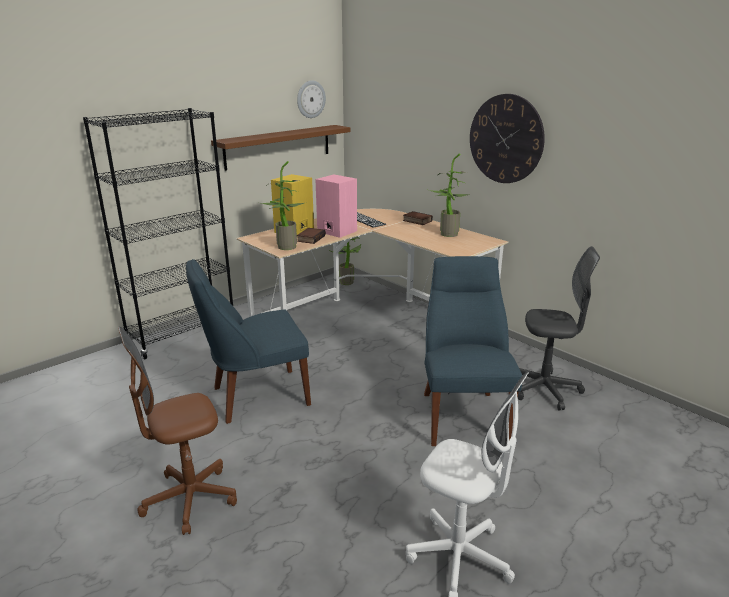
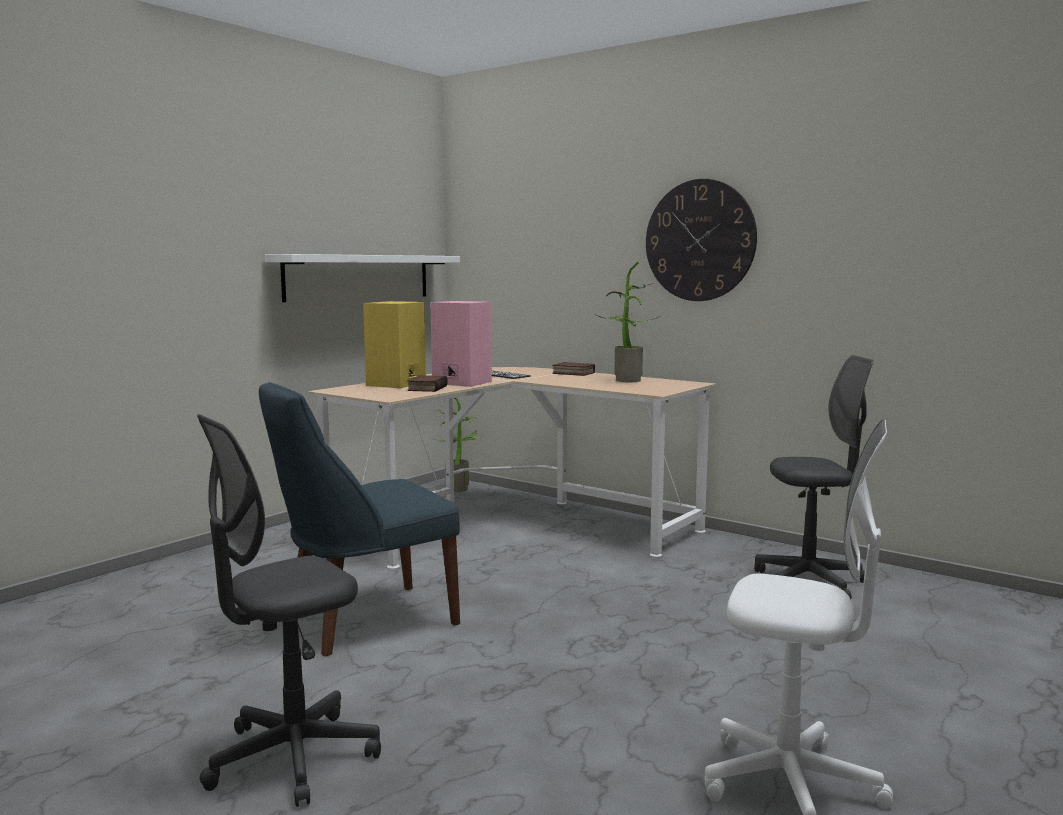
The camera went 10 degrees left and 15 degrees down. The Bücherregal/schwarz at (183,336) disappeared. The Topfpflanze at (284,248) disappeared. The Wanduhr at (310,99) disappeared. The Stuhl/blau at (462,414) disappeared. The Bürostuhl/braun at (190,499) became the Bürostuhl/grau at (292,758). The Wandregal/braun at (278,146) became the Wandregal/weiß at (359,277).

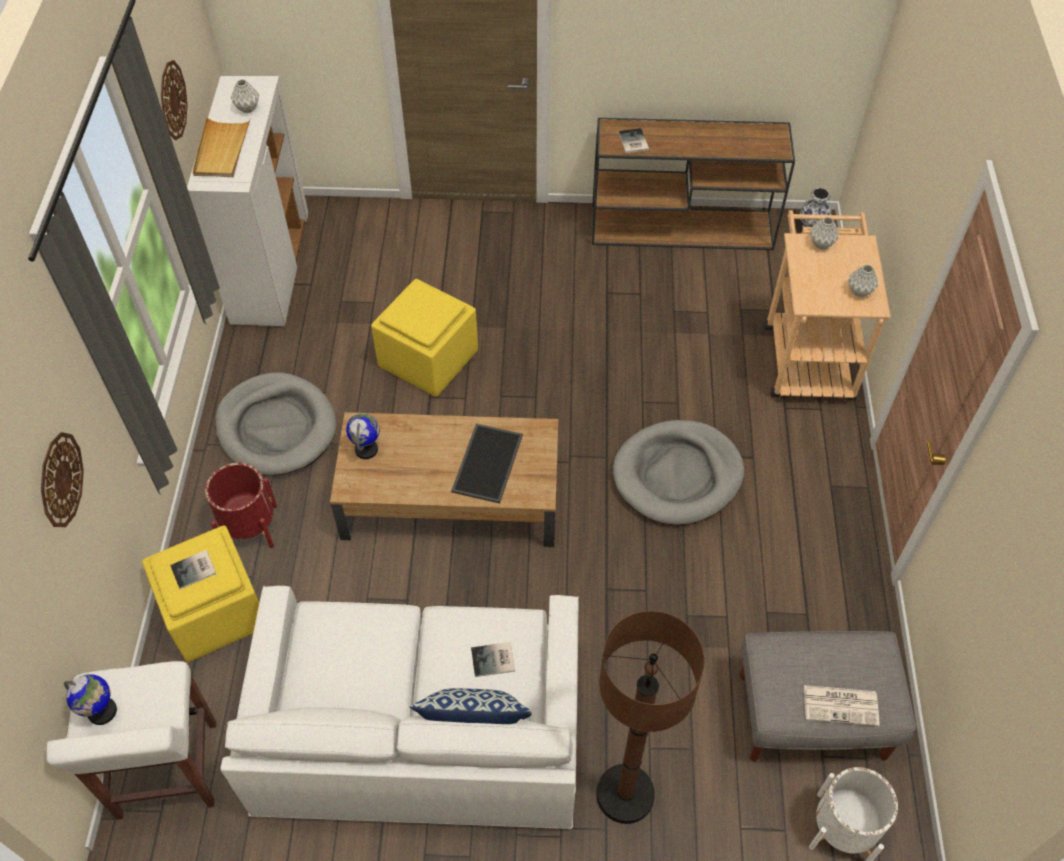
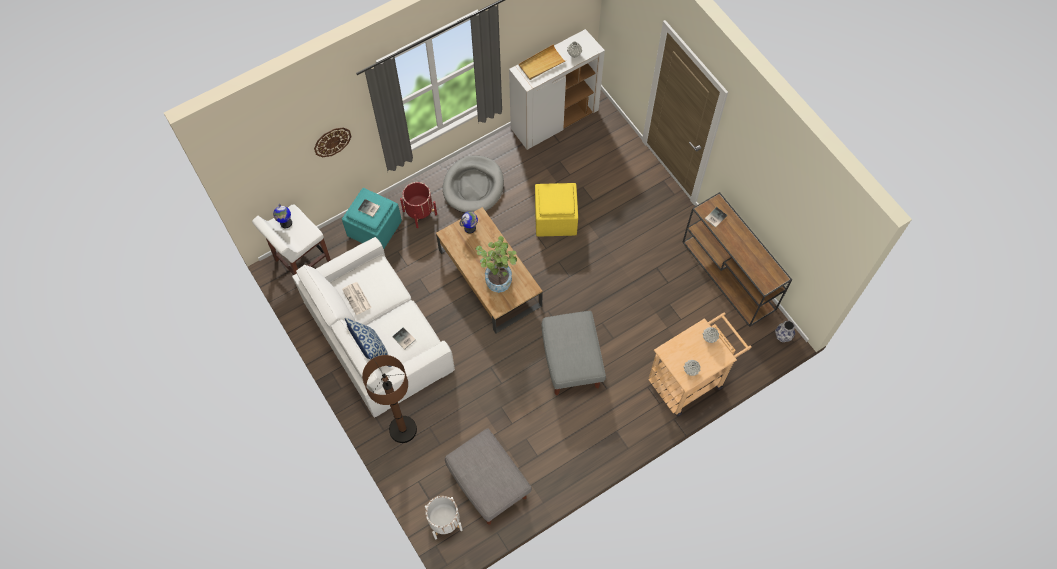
The camera went 55 degrees right and 10 degrees up. The Wanduhr at (172,100) disappeared. The Zeitung moved from (841,705) to (357,298). The Tablett at (486,462) was replaced by the Topfpflanze at (498,277). The Hundebett/grau at (677,475) was replaced by the Polsterhocker/grau at (571,361). The Polsterhocker/gelb at (215,610) became the Polsterhocker/türkis at (375,229).

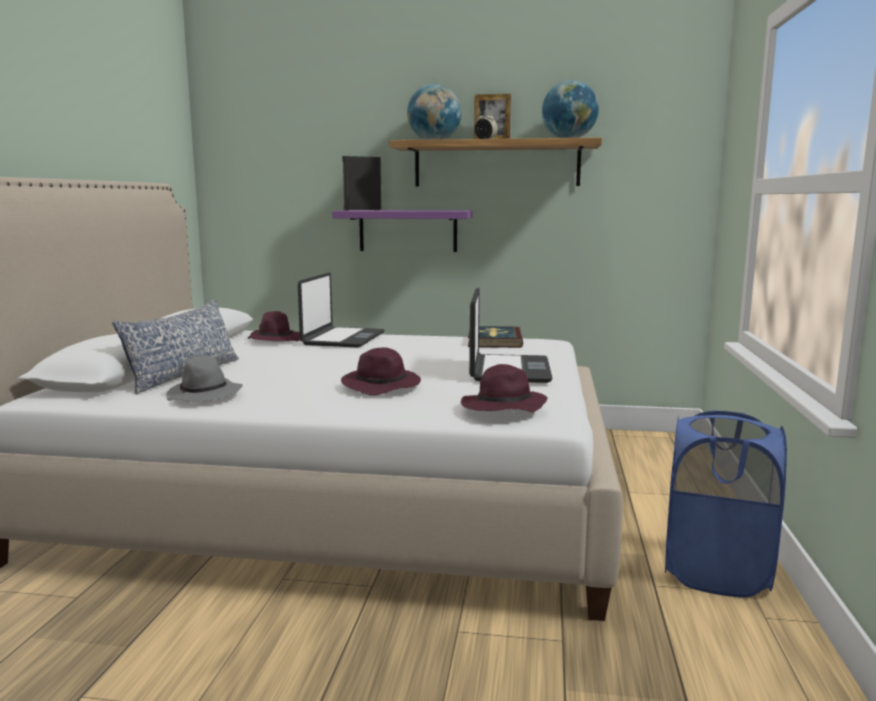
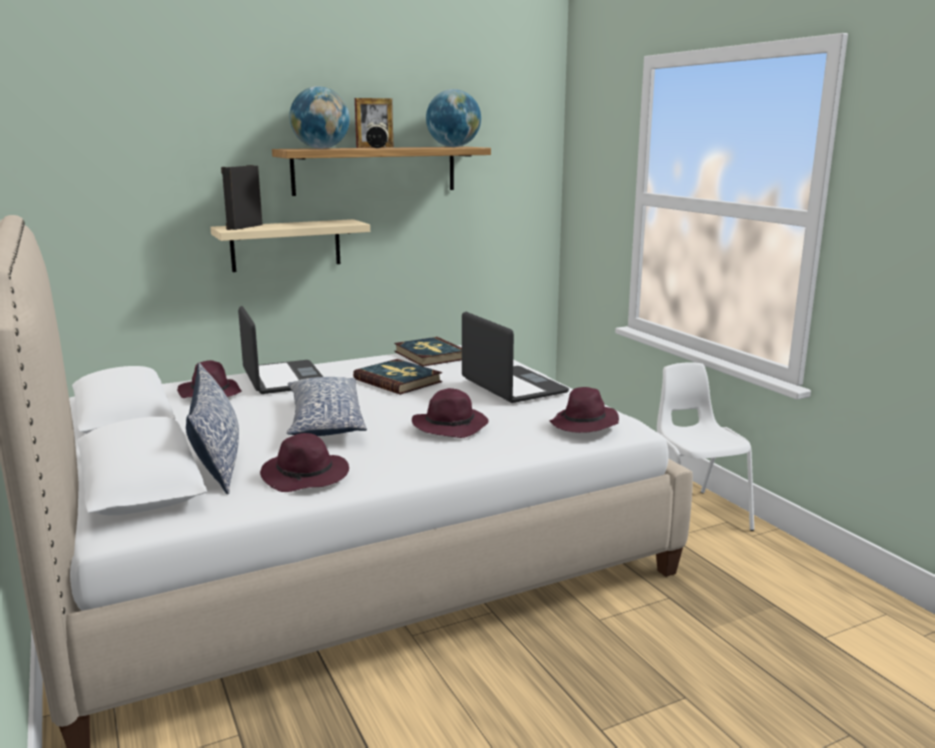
The camera went 35 degrees left and 5 degrees up. The Kissen at (325,421) appeared. The Buch at (398,380) appeared. The Wäschekorb/blau at (716,572) was replaced by the Stuhl/weiß at (693,514). The Hut/grau at (205,395) became the Hut/lila at (306,476). The Wandregal/lila at (408,230) became the Wandregal/beige at (286,245).

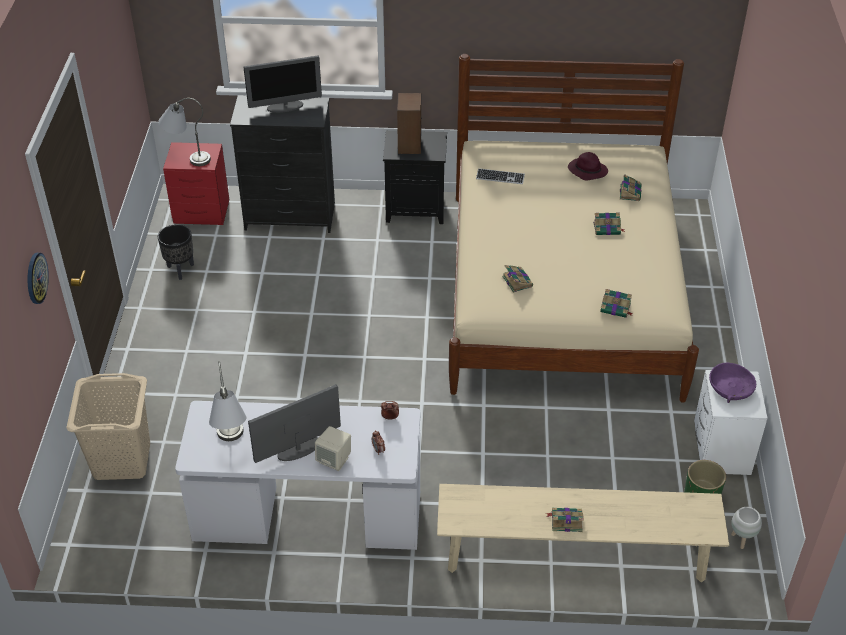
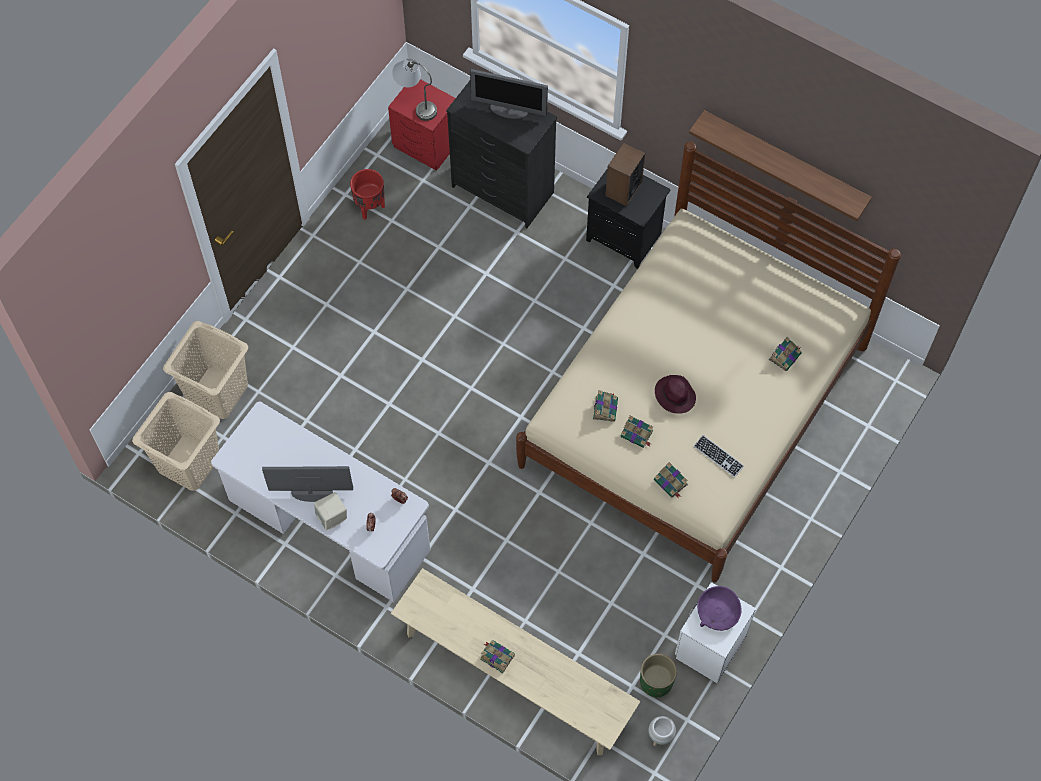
The camera went 30 degrees right and 20 degrees up. The Wanduhr at (36,278) disappeared. The Tischlampe/grau at (231,445) disappeared. The Wäschekorb/beige at (188,463) appeared. The Wandregal at (784,162) appeared. The Tastatur moved from (500,177) to (718,456). The Hut/lila moved from (587,171) to (674,395). The Buch moved from (607,228) to (637,434). The Pflanzkübel/schwarz at (180,270) became the Pflanzkübel/rot at (370,207).

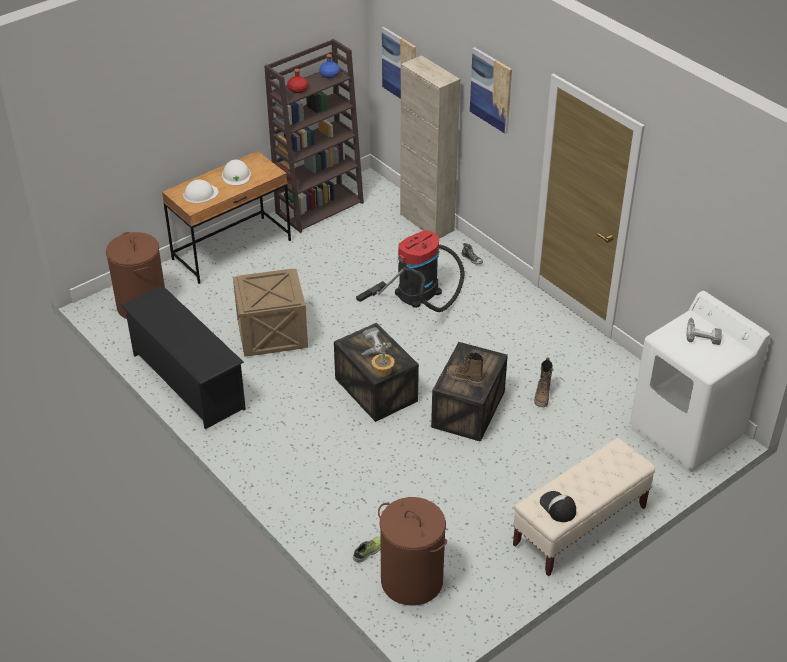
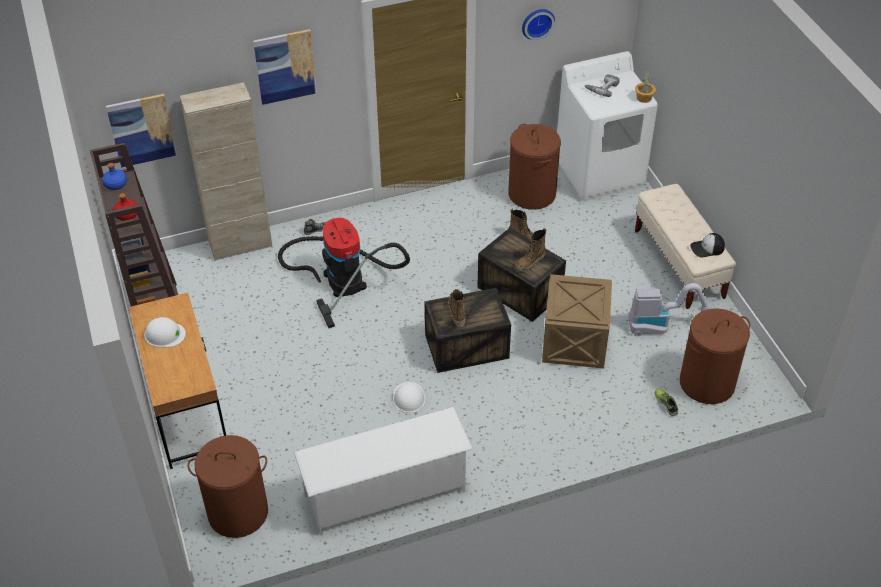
The camera went 70 degrees left and 5 degrees up. The Wäschekorb/braun at (531,194) appeared. The Wanduhr at (537,22) appeared. The Staubsauger at (662,326) appeared. The Schutzhelm/weiß moved from (200,194) to (409,397). The Kiste moved from (273,334) to (574,340). The Topfpflanze moved from (382,370) to (643,98). The Bohrmaschine at (371,345) was replaced by the Stiefel at (456,313). The Schuhregal/schwarz at (187,381) became the Schuhregal/weiß at (386,493).

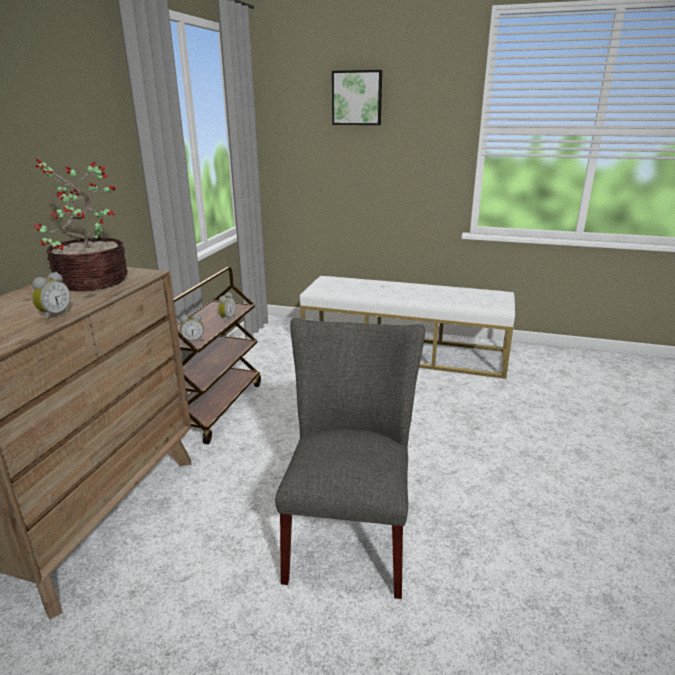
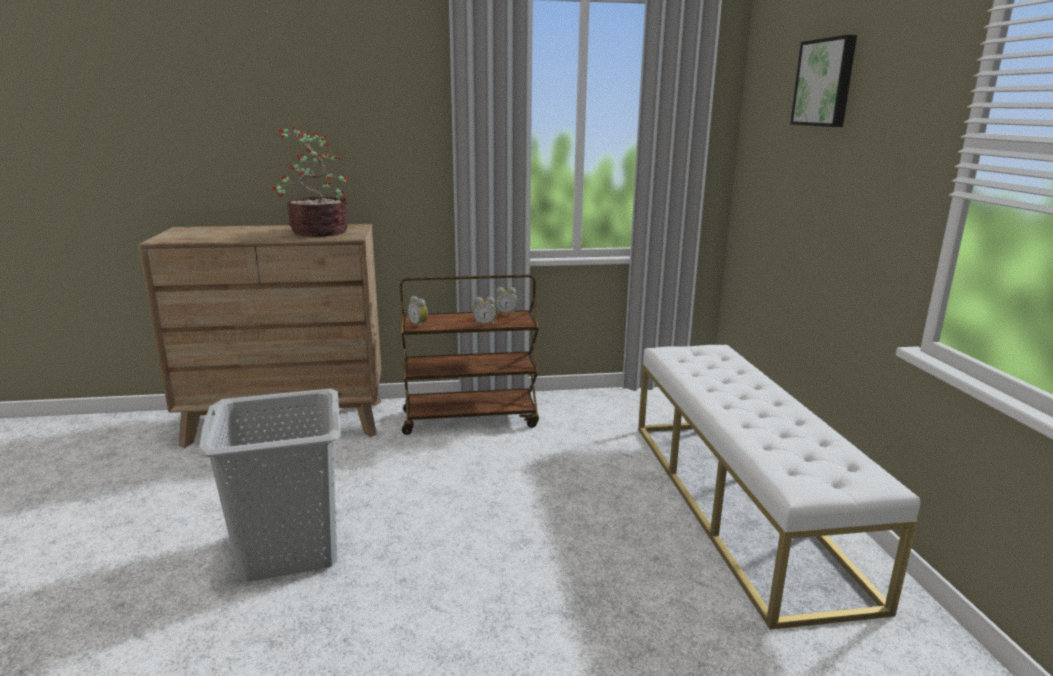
The camera went 65 degrees right and 5 degrees down. The Wecker moved from (54,315) to (506,314). The Stuhl/grau at (349,533) was replaced by the Wäschekorb/grau at (291,549).

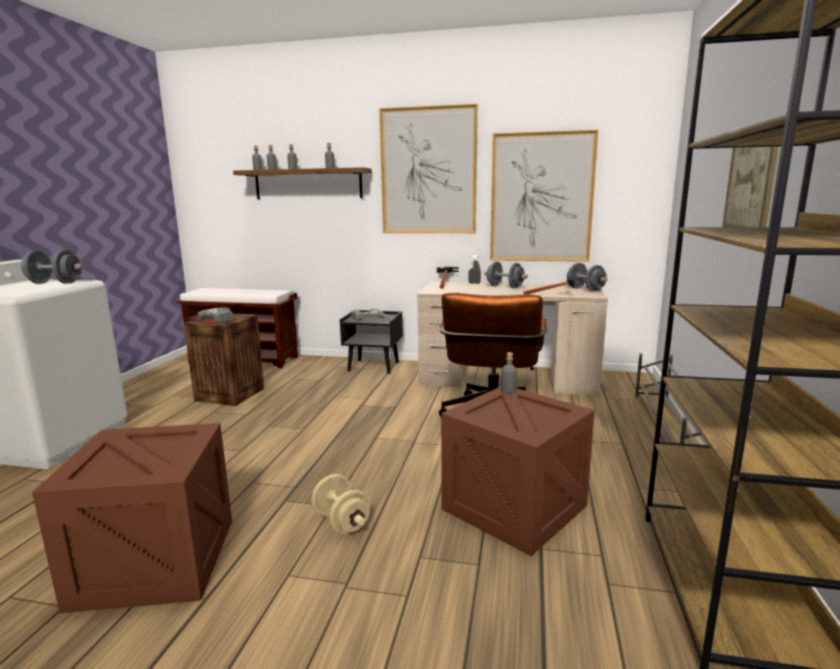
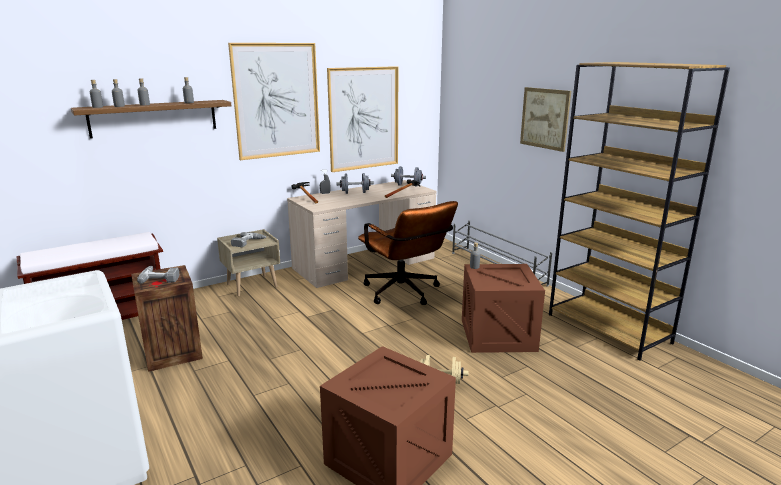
The camera went 45 degrees left and 5 degrees up. The Hantel/grau at (55,283) disappeared. The Nachttisch/schwarz at (374,366) became the Nachttisch/beige at (252,285).

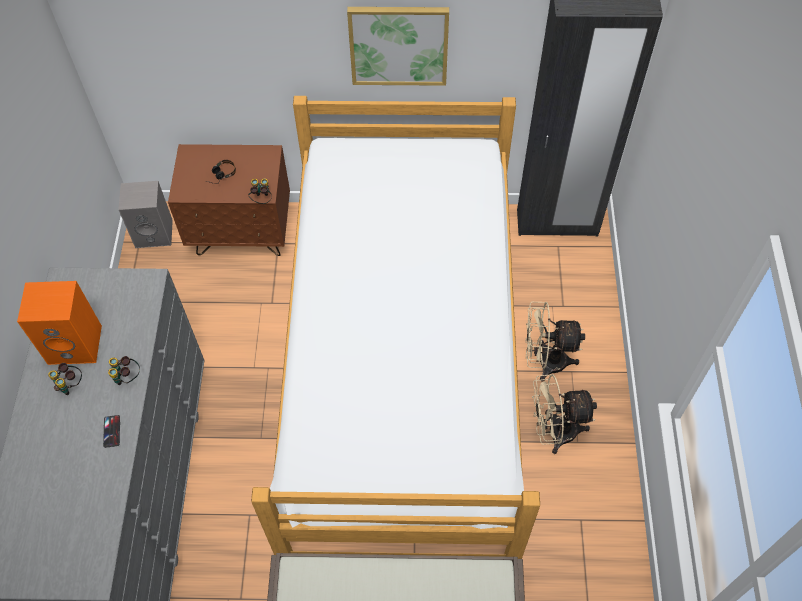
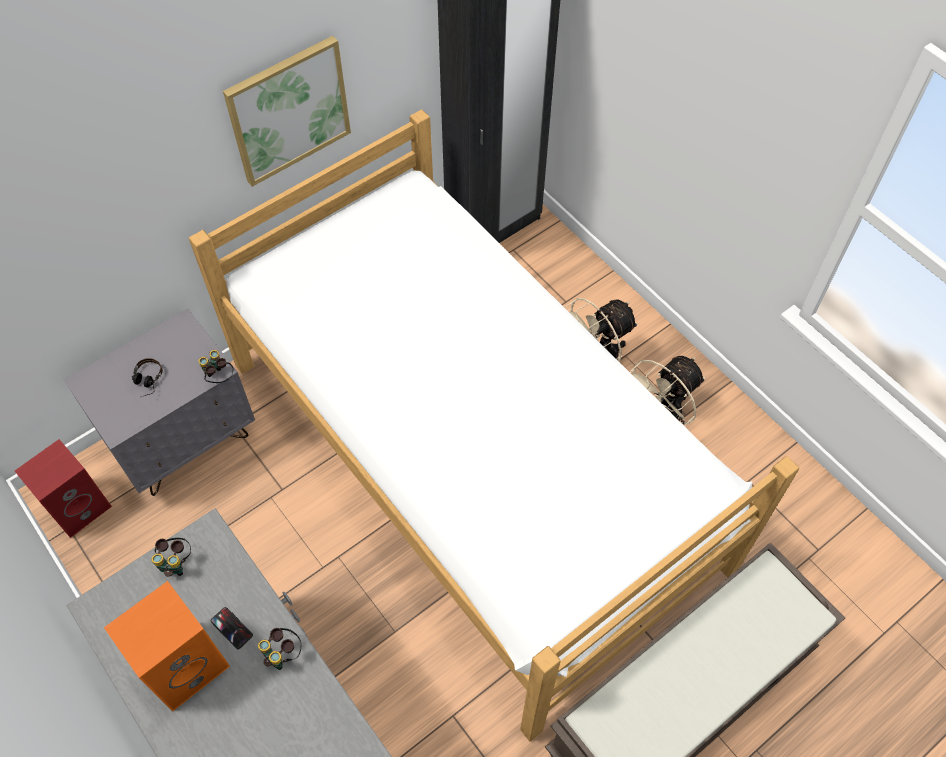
The camera went 40 degrees left and 0 degrees up. The Fernglas moved from (71,385) to (176,563). The Handy moved from (112,431) to (232,628). The Lautsprecher/grau at (155,233) became the Lautsprecher/rot at (79,506). The Nachttisch/braun at (242,233) became the Nachttisch/grau at (184,440).

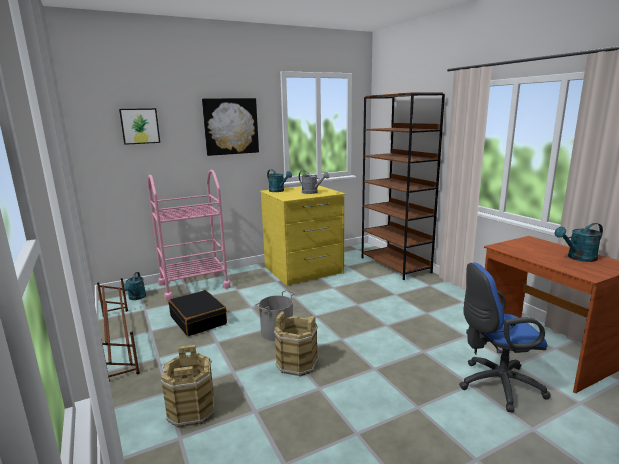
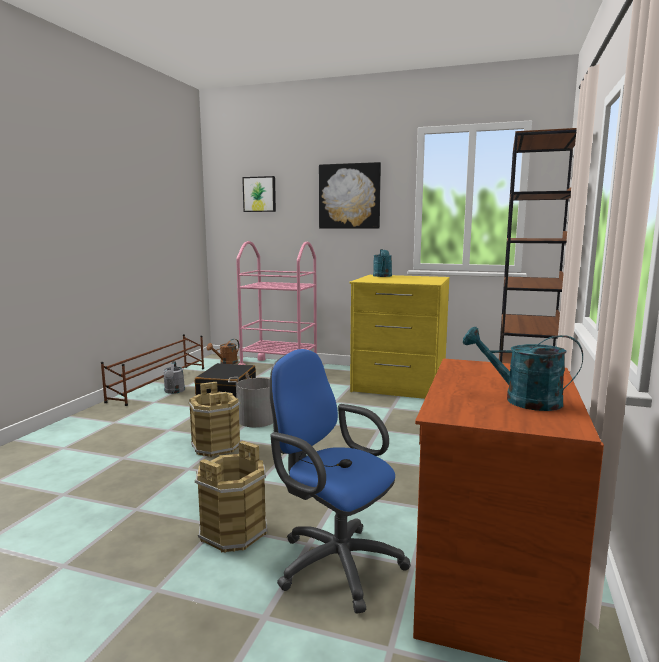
The camera went 45 degrees right and 5 degrees down. The Eimer/braun moved from (191,410) to (233,531). The Gießkanne/grau moved from (312,192) to (174,391). The Gießkanne/türkis at (136,298) became the Gießkanne/braun at (226,363).

